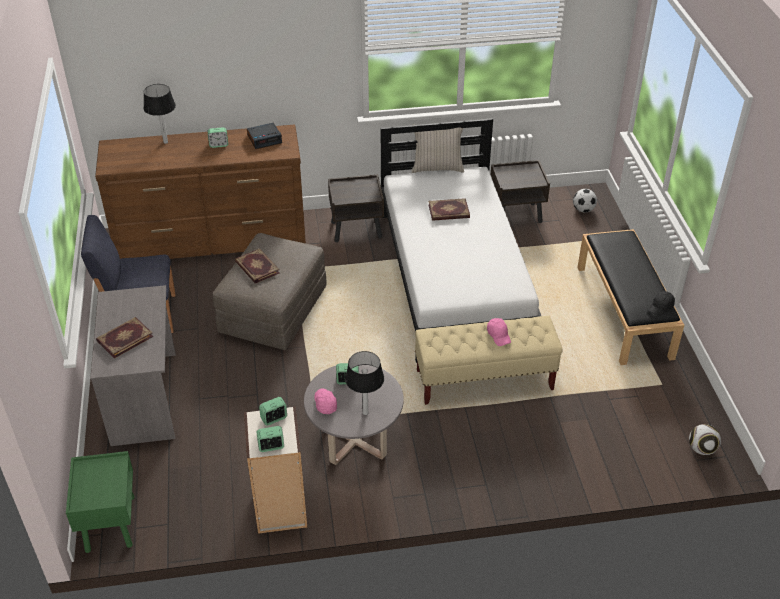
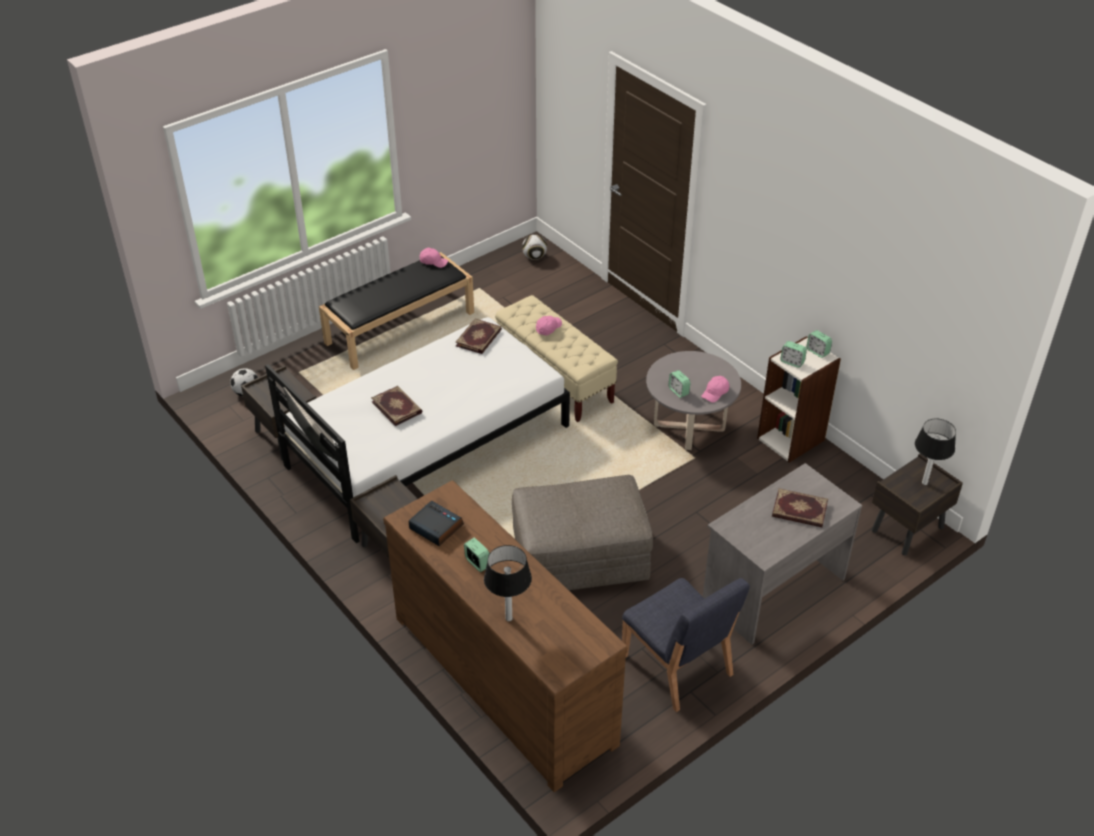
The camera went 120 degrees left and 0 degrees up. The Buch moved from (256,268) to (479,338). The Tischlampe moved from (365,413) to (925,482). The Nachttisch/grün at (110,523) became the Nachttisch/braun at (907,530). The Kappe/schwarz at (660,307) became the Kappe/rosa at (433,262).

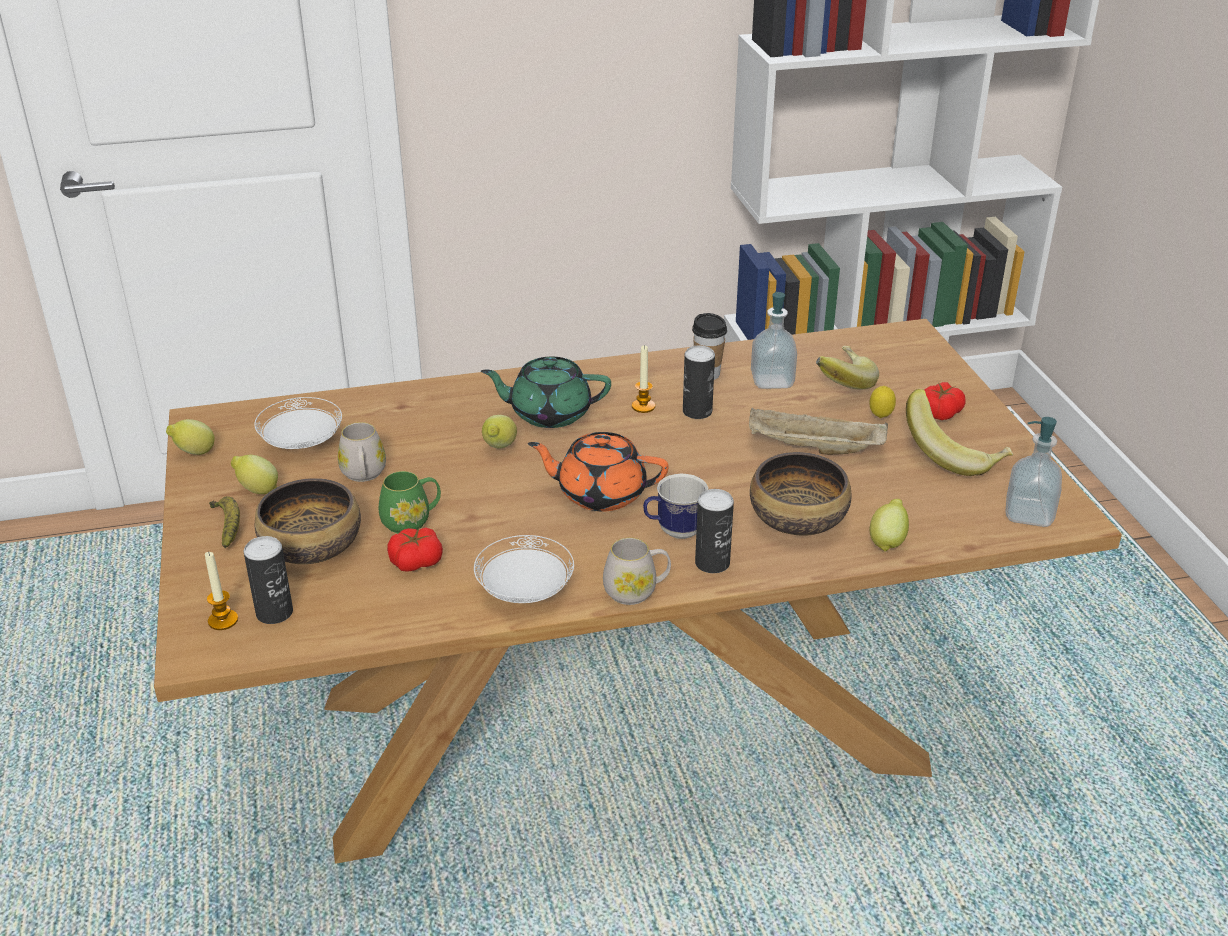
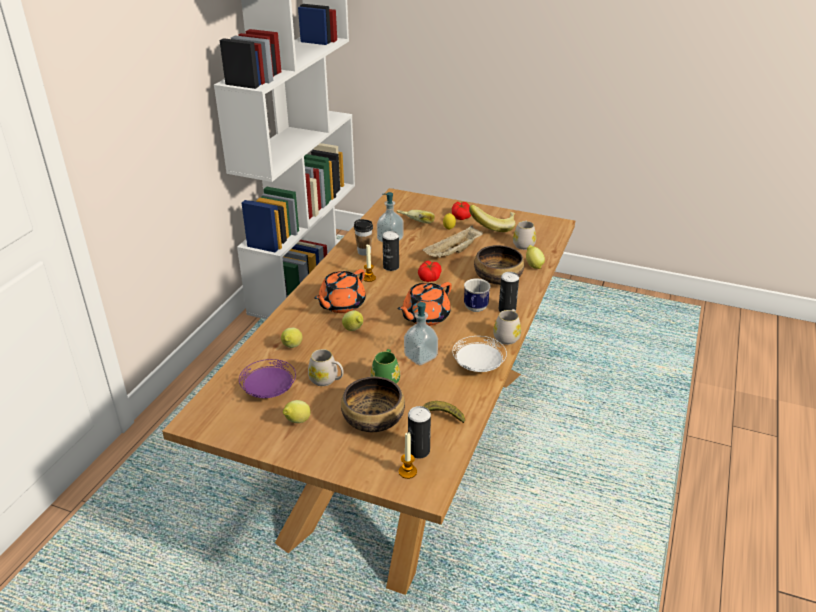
The camera went 55 degrees left and 0 degrees up. The Henkelbecher/weiß at (523,244) appeared. The Zitrone moved from (194,453) to (292,347). The Banane moved from (228,526) to (439,417). The Tomate moved from (416,561) to (429,277). The Seifenspender moved from (1028,514) to (420,357). The Teller/weiß at (302,444) became the Teller/lila at (269,391). The Teekanne/grün at (549,413) became the Teekanne/orange at (341,304).

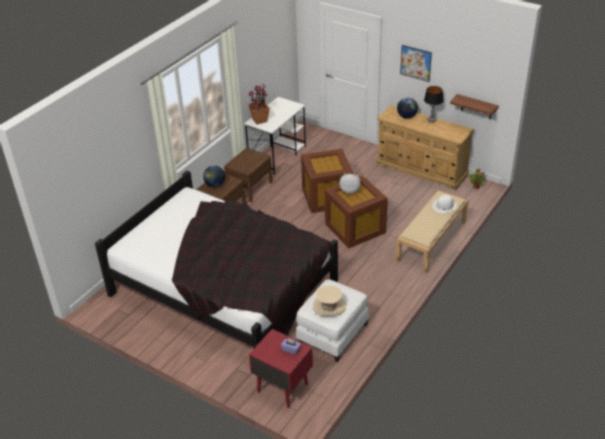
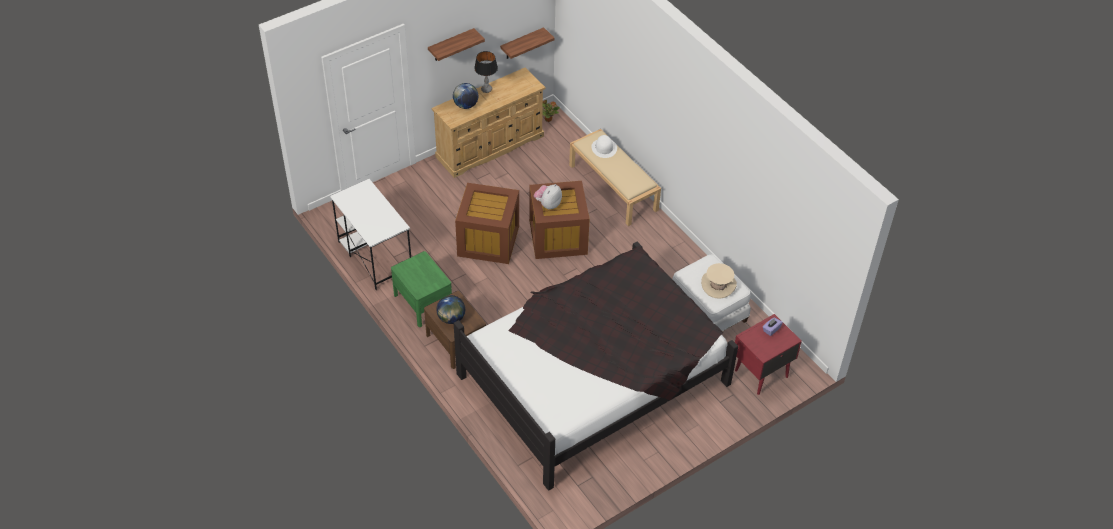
The camera went 70 degrees left and 10 degrees up. The Topfpflanze at (259,120) disappeared. The Bild at (415,63) was replaced by the Wandregal at (451,45). The Nachttisch/braun at (249,187) became the Nachttisch/grün at (423,302).

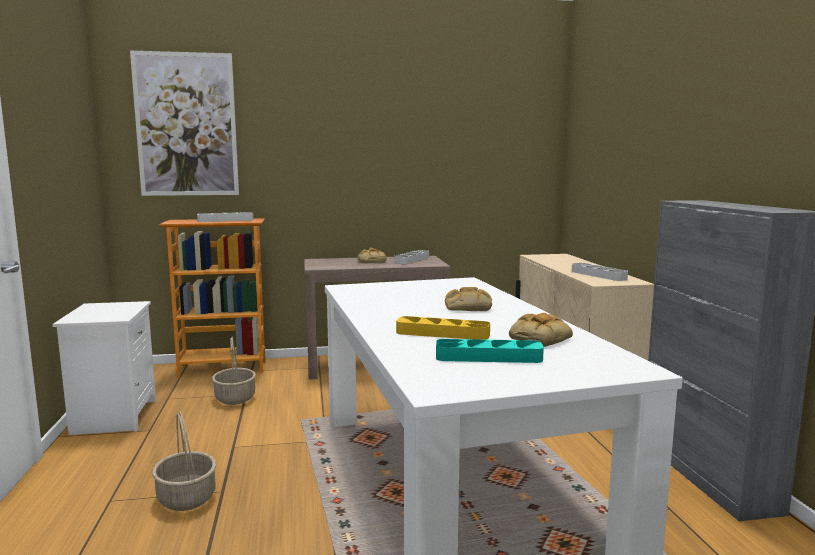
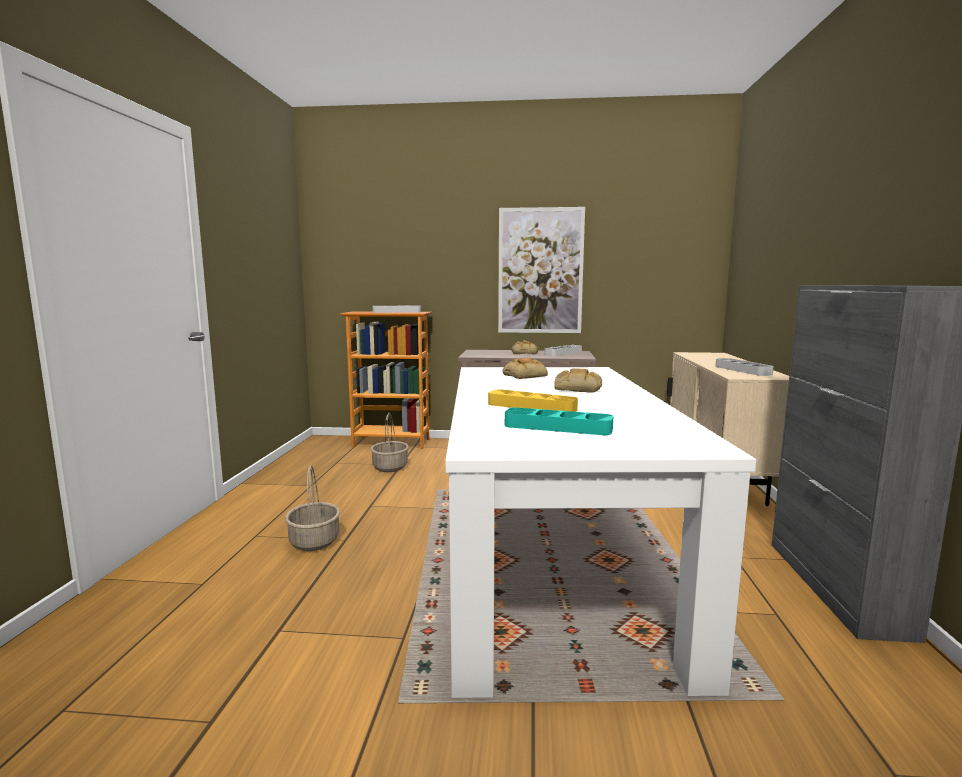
The camera went 15 degrees right and 0 degrees up. The Nachttisch/weiß at (114,416) disappeared. The Bild moved from (186,125) to (540,271). The Brot moved from (539,338) to (524,376).

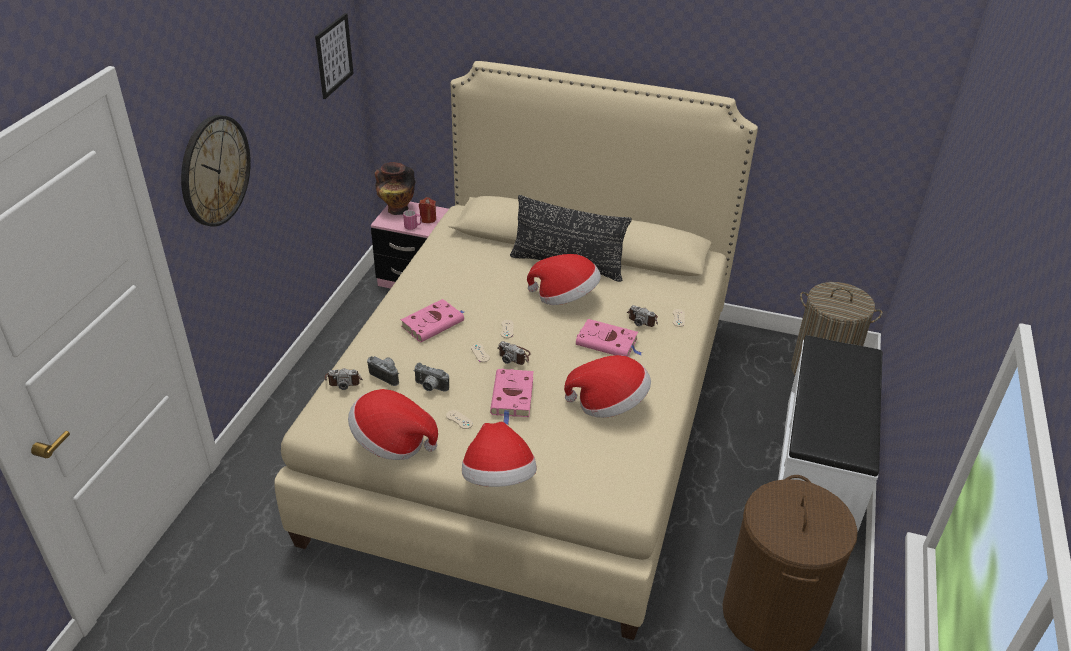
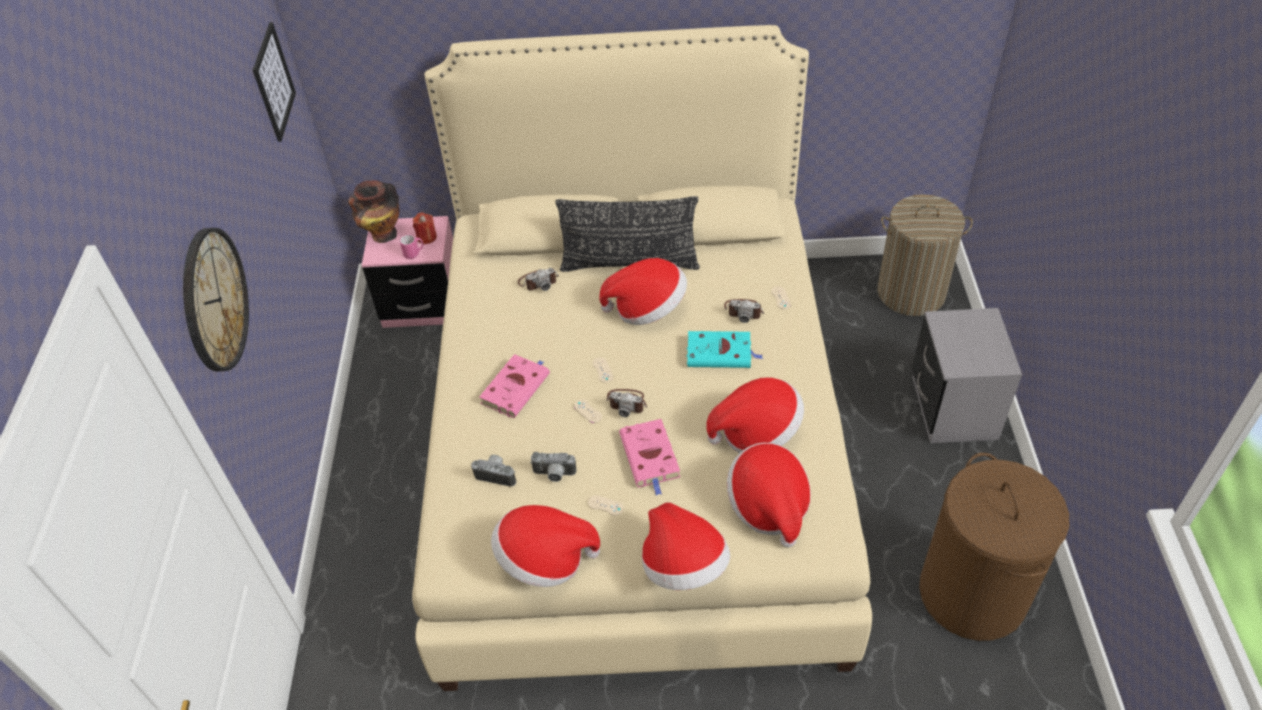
The camera went 15 degrees left and 10 degrees up. The Hut at (768,506) appeared. The Kamera moved from (344,380) to (538,281). The Bank/weiß at (819,467) was replaced by the Nachttisch/grau at (953,408). The Buch/rosa at (608,342) became the Buch/türkis at (721,353).

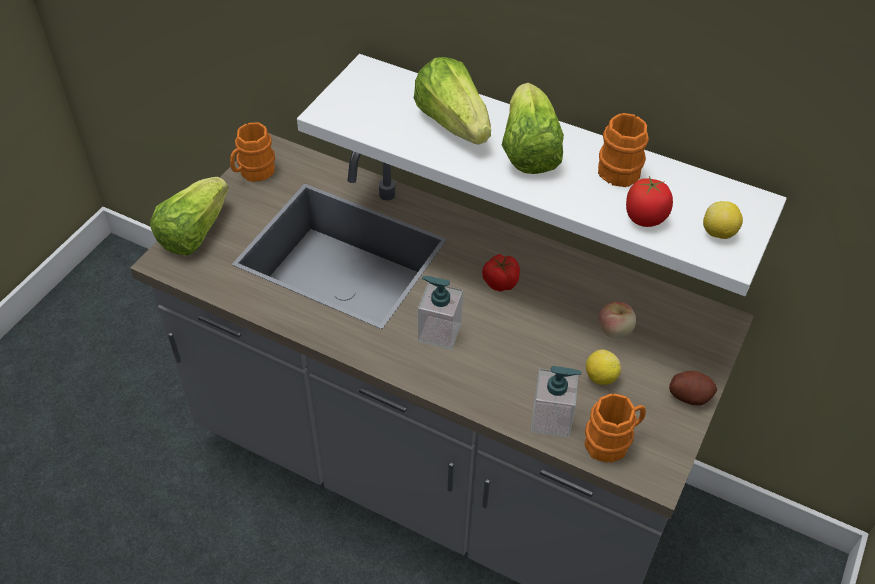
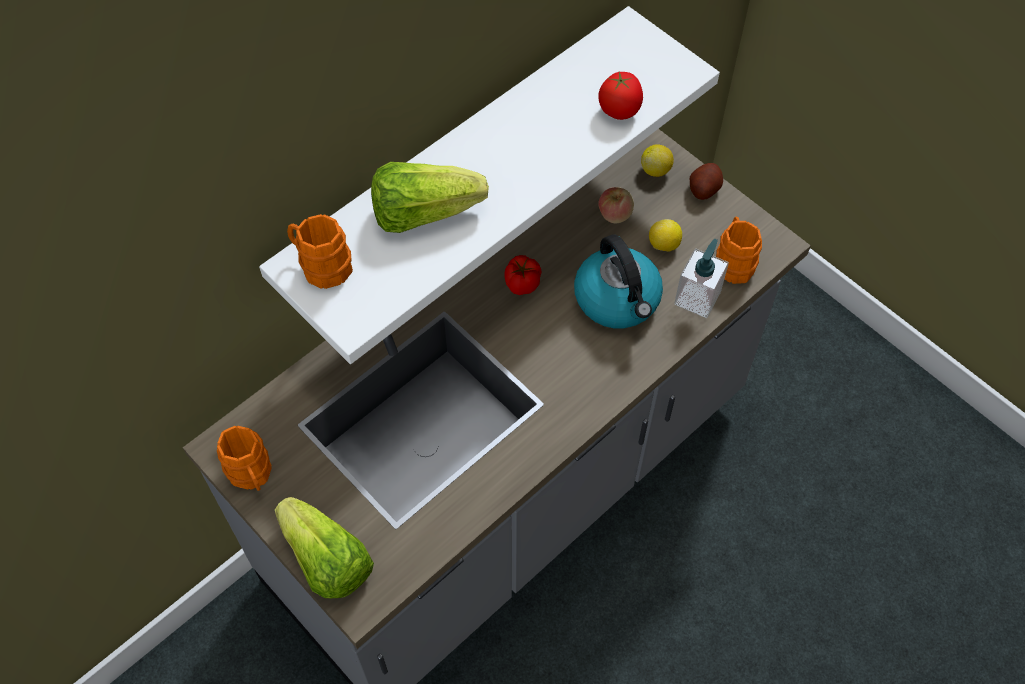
The camera went 70 degrees left and 10 degrees up. The Seifenspender at (439,332) disappeared. The Salatkopf at (528,150) disappeared. The Wasserkessel at (618,300) appeared. The Henkelbecher/orange moved from (619,167) to (321,266). The Zitrone moved from (718,233) to (656,170).

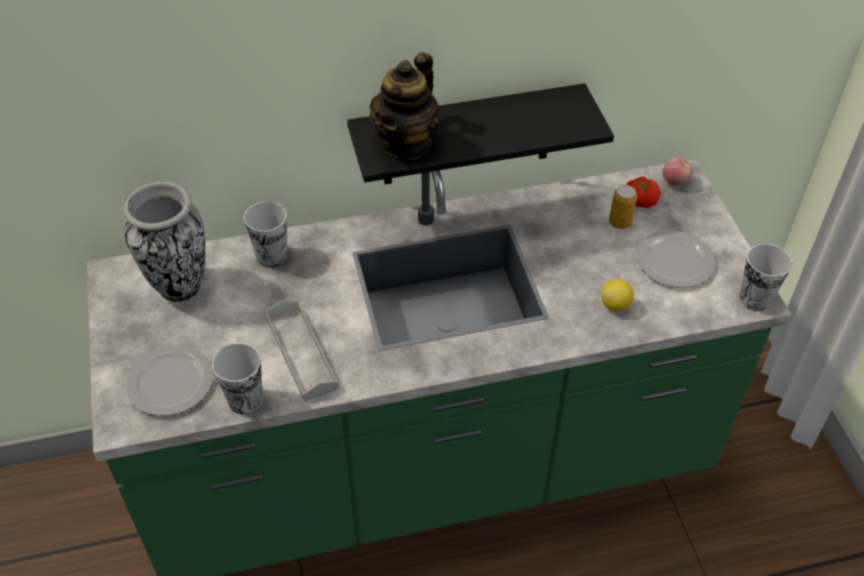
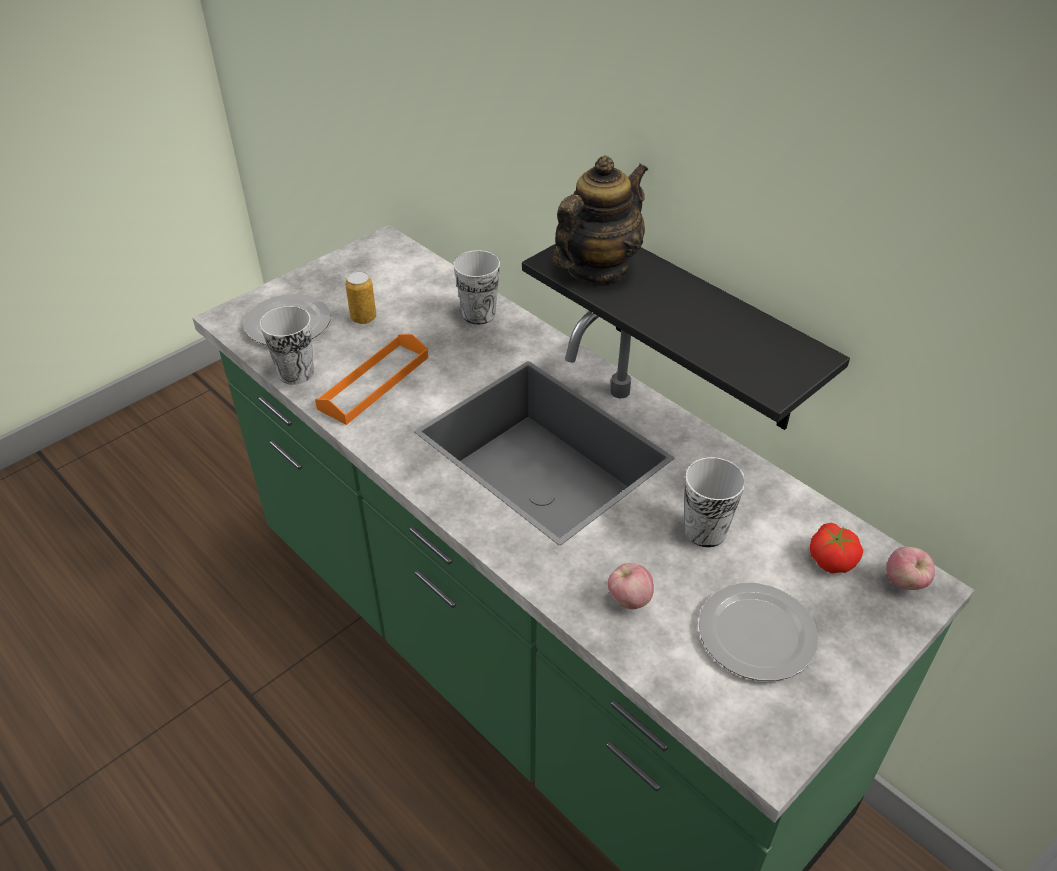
The camera went 60 degrees right and 5 degrees down. The Vase at (178,286) disappeared. The Dose moved from (619,222) to (363,318). The Tasse moved from (755,299) to (705,531). The Zitrone at (615,305) was replaced by the Apfel at (629,599). The Tablett/grau at (301,353) became the Tablett/orange at (374,382). The Teekanne at (407,143) turned 135 degrees clockwise.

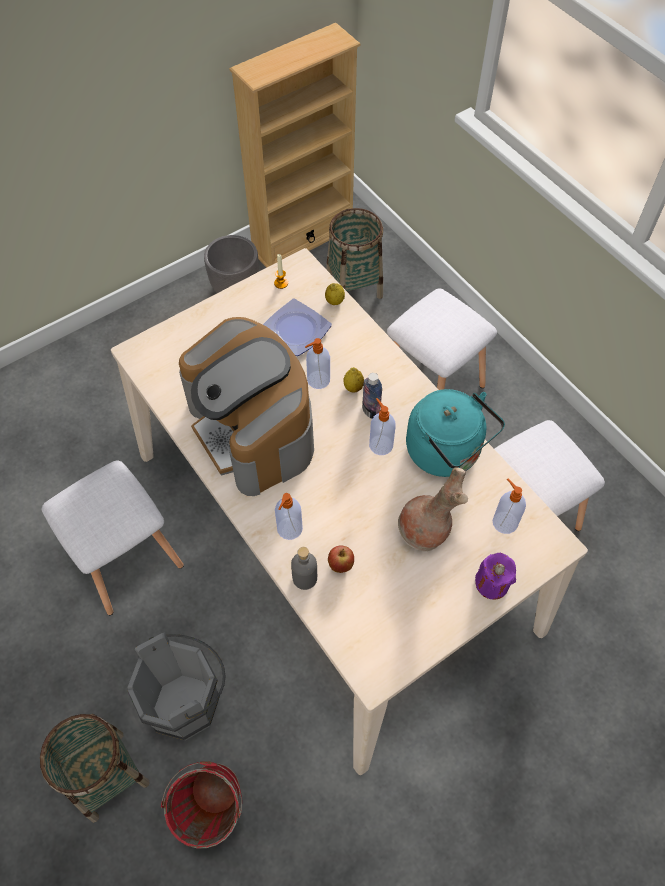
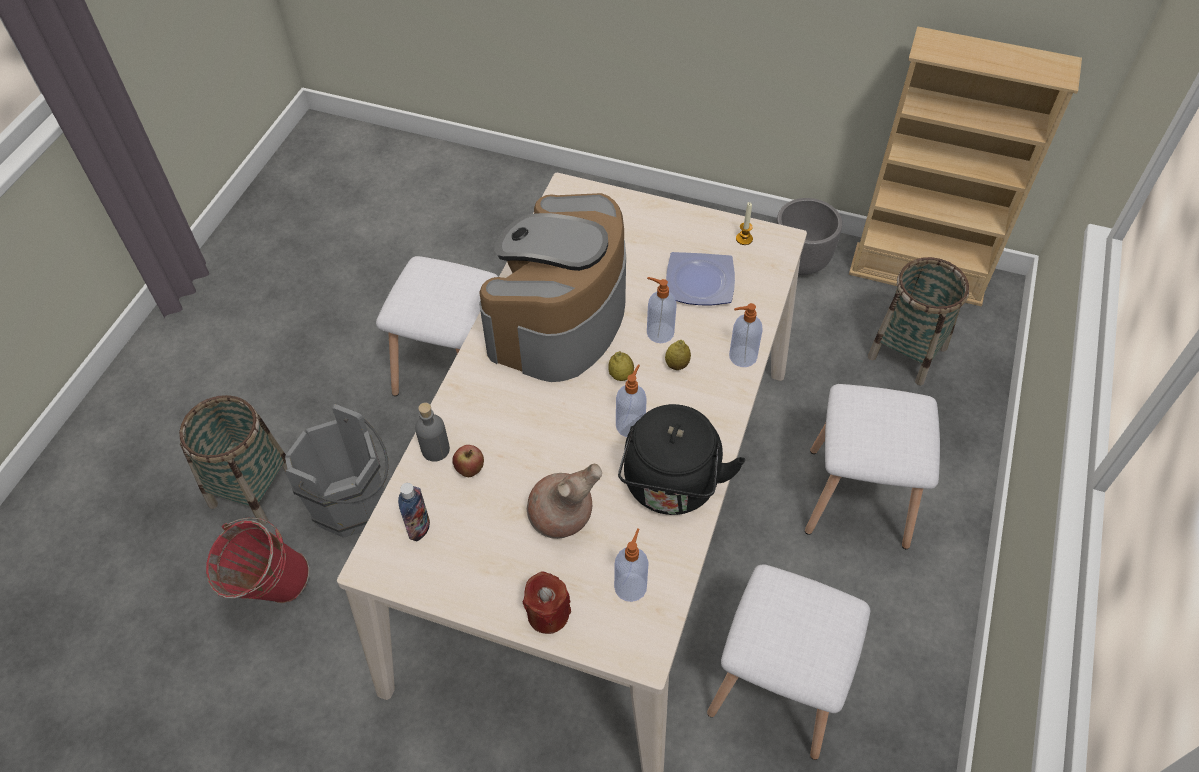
The camera went 55 degrees right and 5 degrees down. The Seifenspender moved from (289,529) to (741,356). The Zitrone moved from (334,301) to (621,375). The Flasche moved from (371,411) to (419,528). The Wasserkessel/türkis at (447,453) became the Wasserkessel/schwarz at (671,487). The Kerze/lila at (492,583) became the Kerze/rot at (548,614).

